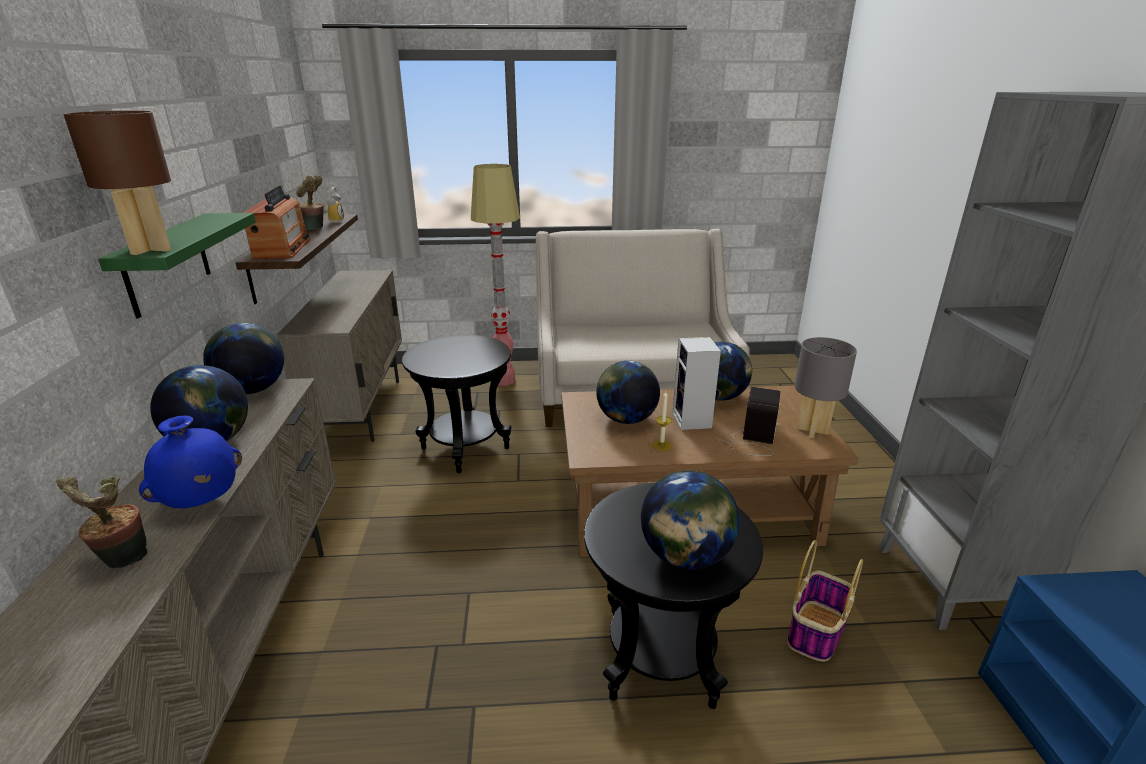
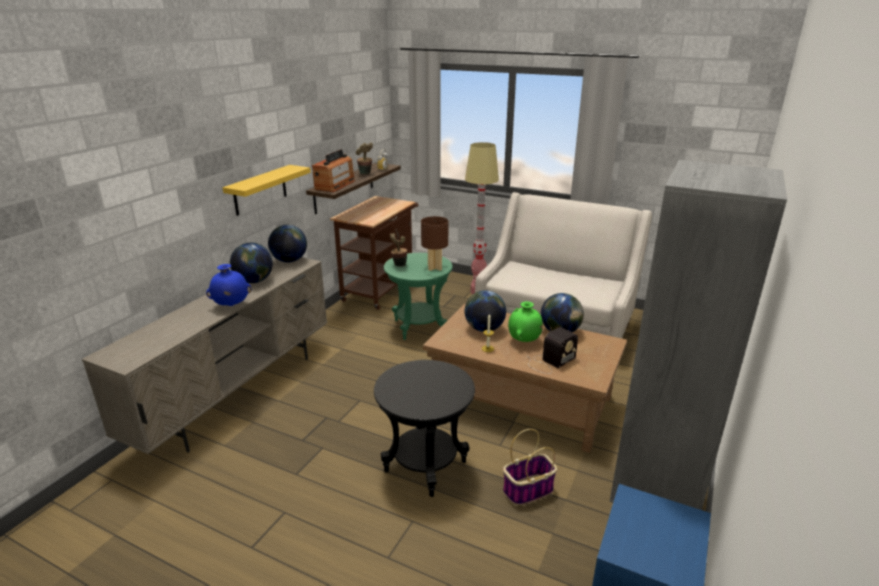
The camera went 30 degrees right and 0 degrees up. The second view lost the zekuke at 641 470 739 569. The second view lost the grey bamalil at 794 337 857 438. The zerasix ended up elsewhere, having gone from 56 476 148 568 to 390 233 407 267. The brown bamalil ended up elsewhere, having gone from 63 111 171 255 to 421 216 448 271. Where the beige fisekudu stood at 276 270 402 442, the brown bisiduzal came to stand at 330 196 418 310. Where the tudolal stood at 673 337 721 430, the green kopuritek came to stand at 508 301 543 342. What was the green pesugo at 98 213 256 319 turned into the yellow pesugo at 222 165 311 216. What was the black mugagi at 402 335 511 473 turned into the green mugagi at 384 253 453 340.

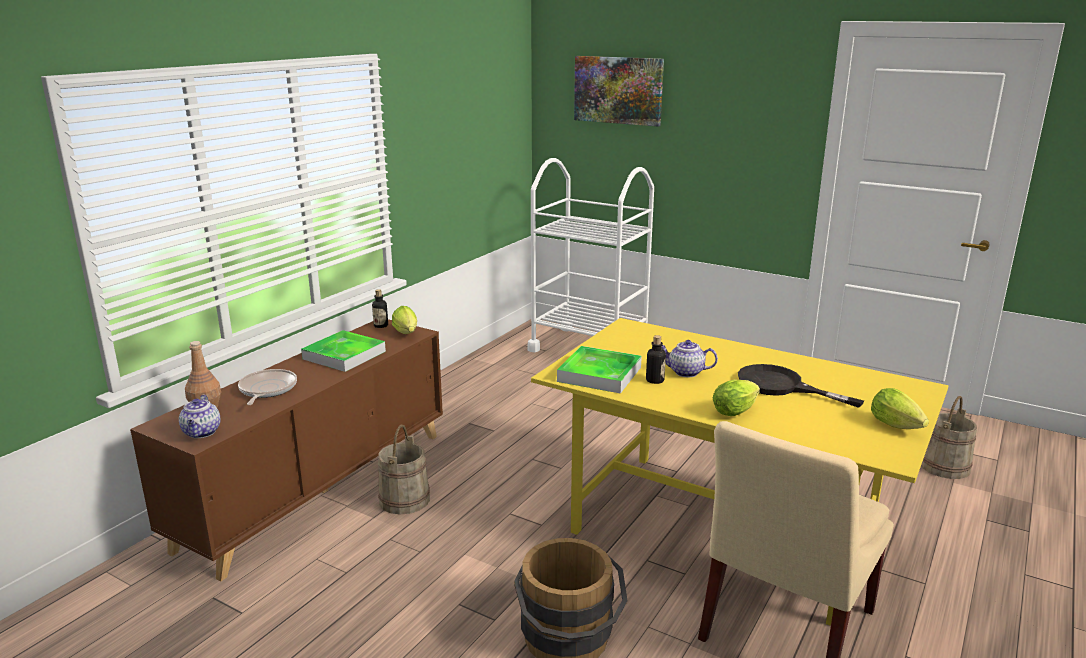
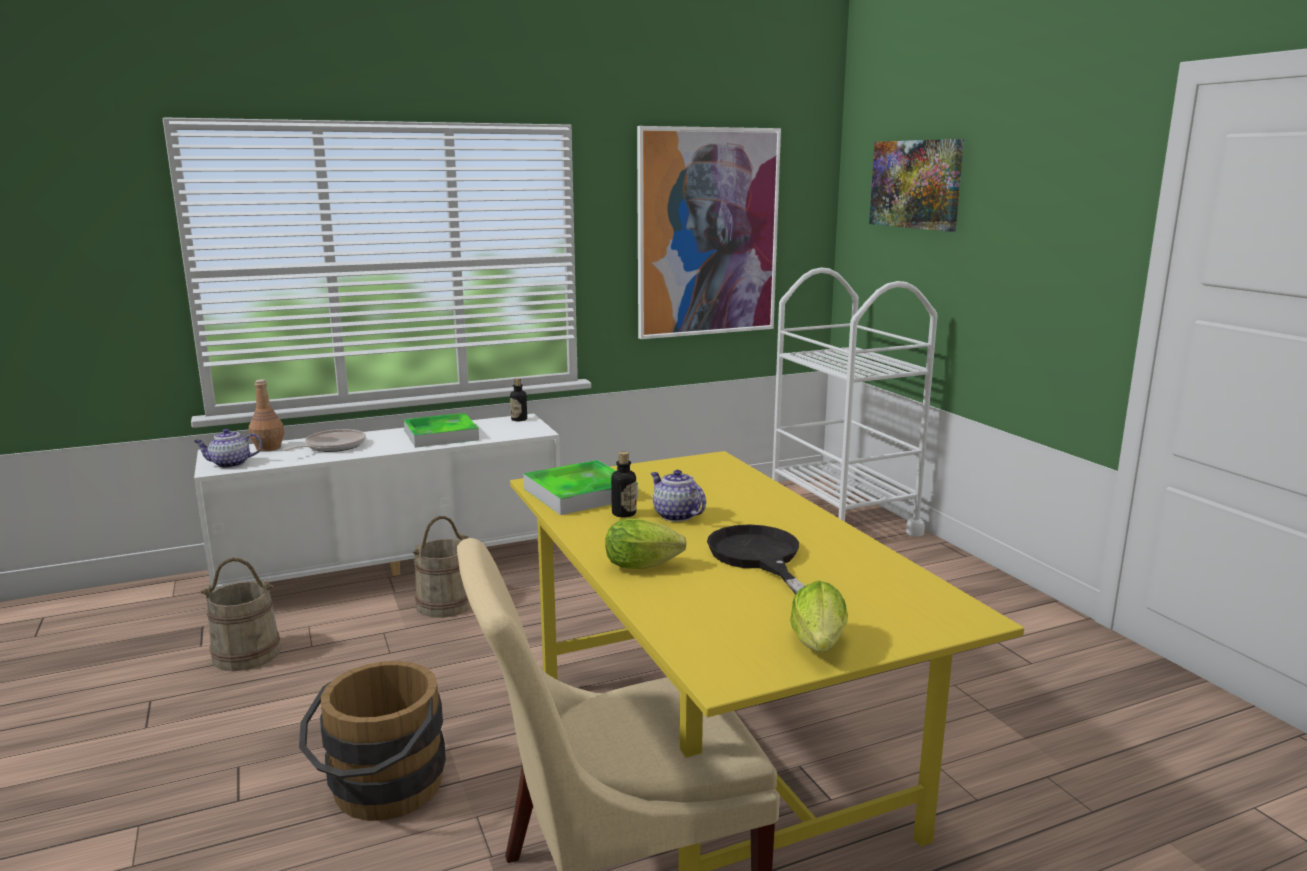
The camera went 35 degrees right and 5 degrees down. The second view lost the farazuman at 392 306 417 334. The second view gained the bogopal at 637 126 781 339. The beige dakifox ended up elsewhere, having gone from 921 396 977 479 to 201 558 281 671. What was the brown fisekudu at 130 319 443 582 turned into the white fisekudu at 194 414 560 591. The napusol at 179 395 221 438 ended up facing another way, 45 degrees clockwise from before.

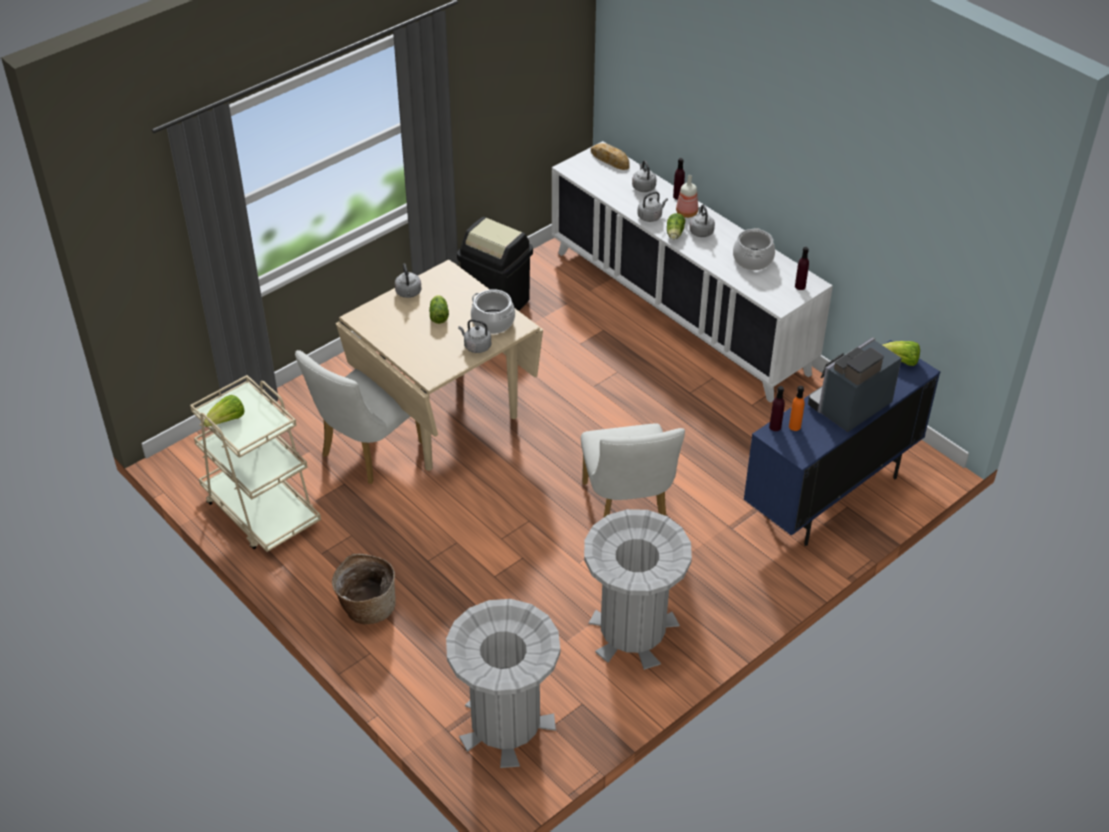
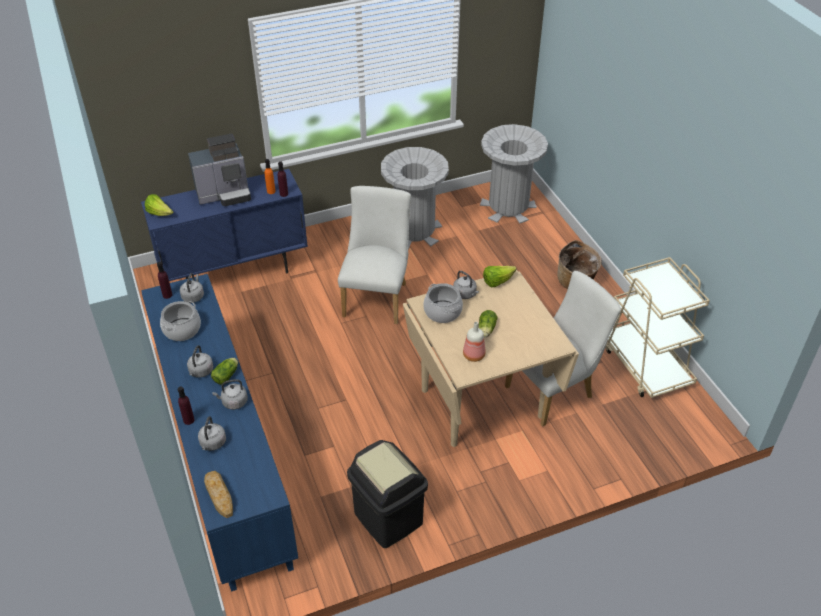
The camera went 160 degrees left and 0 degrees up. The farazuman ended up elsewhere, having gone from 204 395 244 427 to 483 266 517 287. The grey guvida ended up elsewhere, having gone from 395 263 421 298 to 180 273 204 303. The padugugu ended up elsewhere, having gone from 676 175 698 218 to 463 322 486 362. What was the white fisekudu at 552 141 833 403 turned into the blue fisekudu at 141 274 298 591.

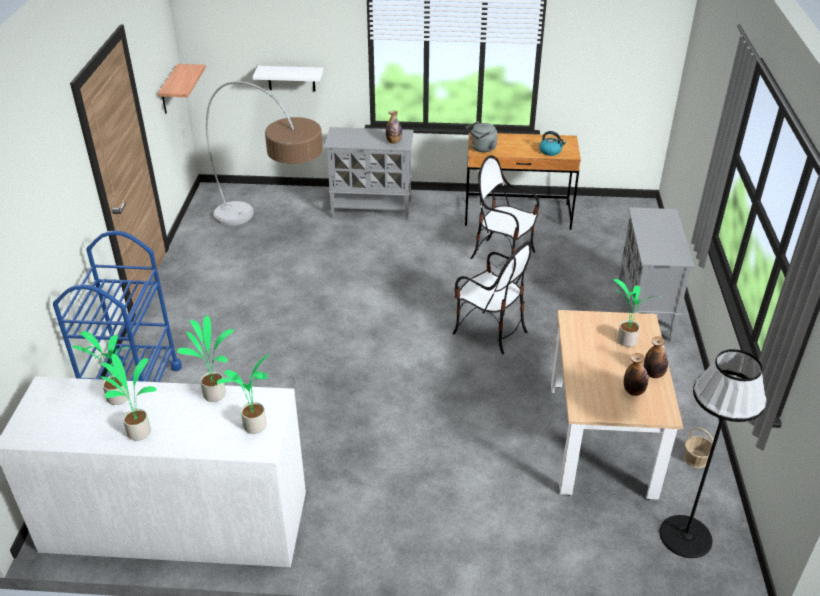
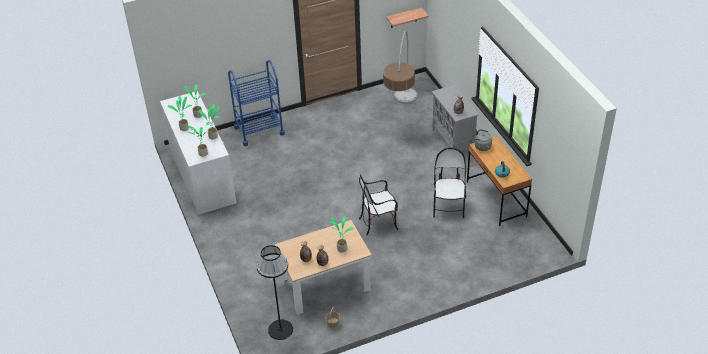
The camera went 65 degrees right and 5 degrees up. The second view lost the white pesugo at 253 66 324 91. The second view lost the grey fisekudu at 618 207 695 342. The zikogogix at 453 241 532 354 ended up facing another way, 60 degrees clockwise from before.

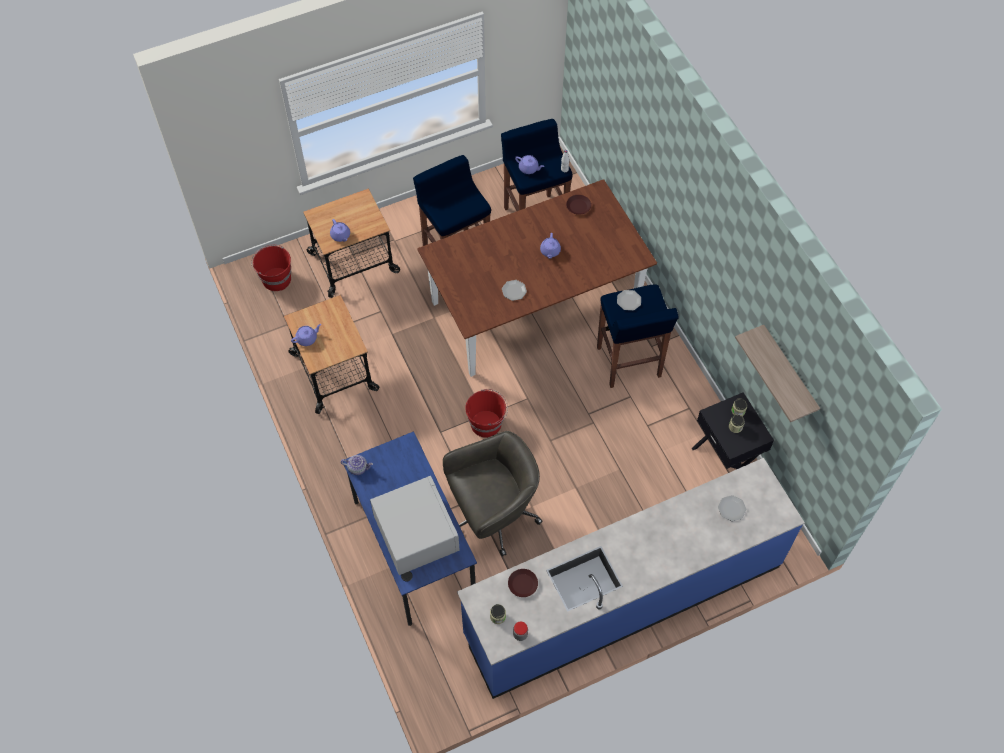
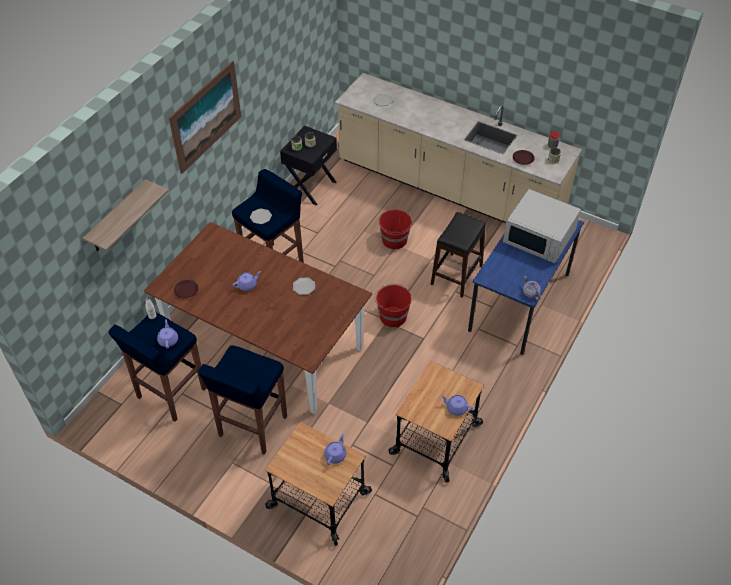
The camera went 125 degrees left and 10 degrees down. The second view gained the bogopal at 169 61 241 174. The red dakifox ended up elsewhere, having gone from 251 245 291 291 to 379 209 412 249. The pesugo ended up elsewhere, having gone from 735 325 820 422 to 83 179 169 251. Where the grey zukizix stood at 443 431 543 557, the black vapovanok came to stand at 430 212 486 298. What was the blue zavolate at 457 458 805 699 turned into the beige zavolate at 335 73 582 223. The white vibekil at 370 476 460 575 ended up facing another way, 90 degrees counterclockwise from before.

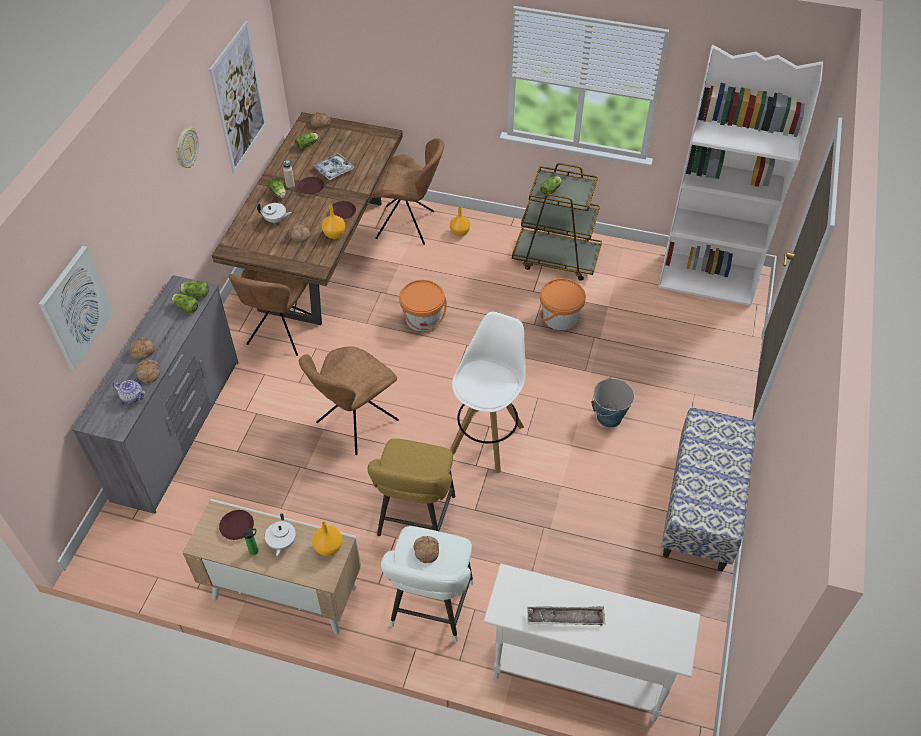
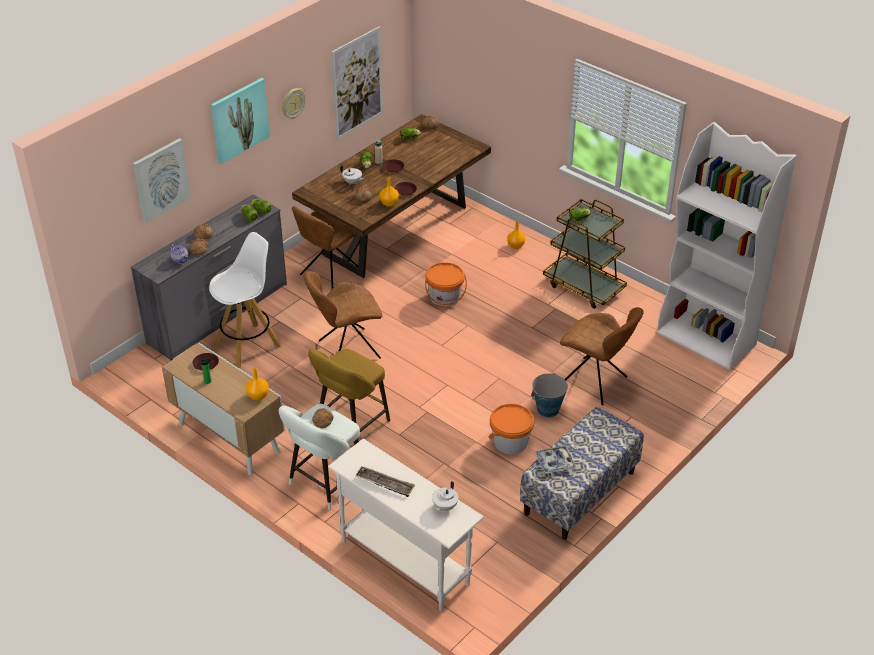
The camera went 25 degrees right and 10 degrees down. The second view gained the bogopal at 211 78 270 164. The white napusol ended up elsewhere, having gone from 265 514 296 556 to 432 481 459 512. The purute ended up elsewhere, having gone from 313 153 354 180 to 535 445 576 474. The brown zikogogix ended up elsewhere, having gone from 372 138 444 245 to 560 307 643 405. The white vapovanok ended up elsewhere, having gone from 450 312 526 473 to 209 232 282 369. The orange dakifox ended up elsewhere, having gone from 540 278 586 330 to 488 404 534 455.

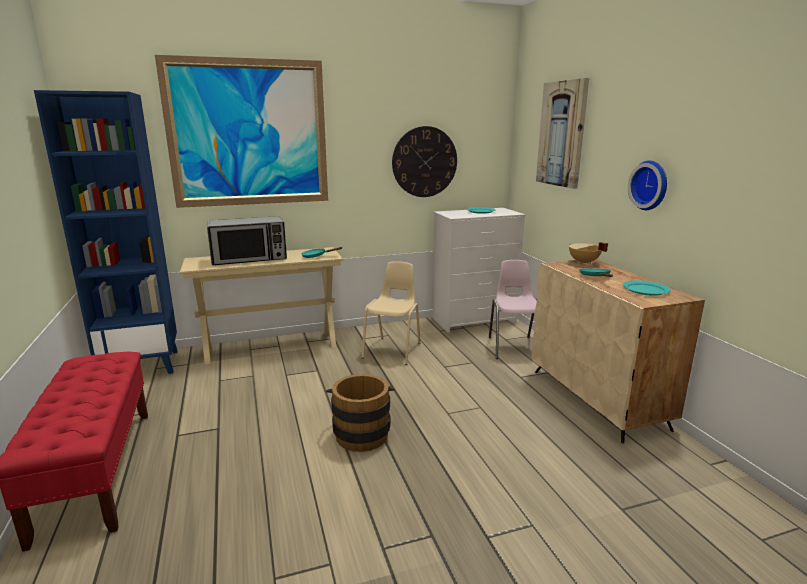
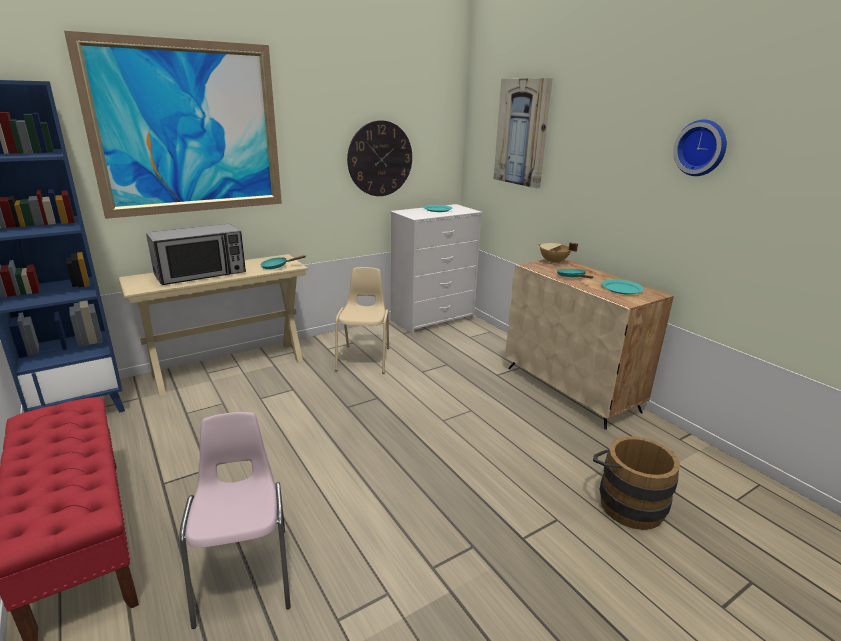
The camera went 15 degrees left and 5 degrees up. The brown dakifox ended up elsewhere, having gone from 326 374 395 452 to 593 436 680 530. The pink zikogogix ended up elsewhere, having gone from 489 260 537 359 to 180 412 291 629. The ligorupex ended up elsewhere, having gone from 628 161 667 210 to 673 119 727 176.

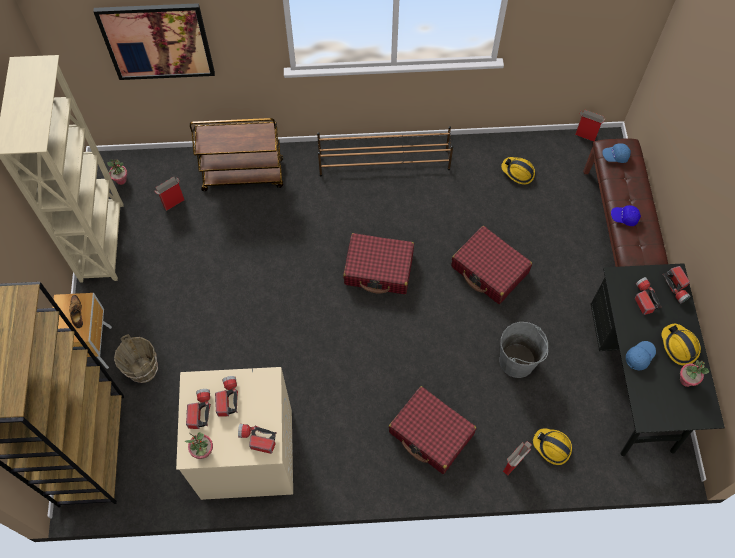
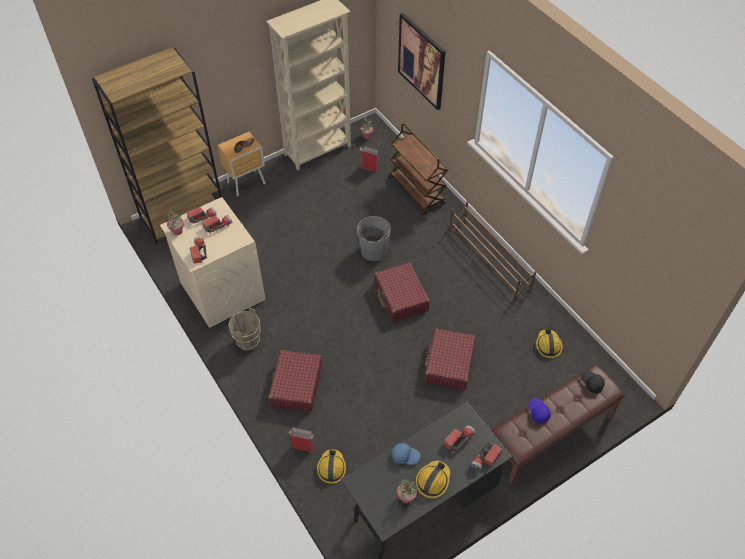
The camera went 60 degrees right and 10 degrees down. The second view lost the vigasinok at 575 109 605 141. The brown dakifox ended up elsewhere, having gone from 114 334 158 383 to 228 308 261 351. The grey dakifox ended up elsewhere, having gone from 500 322 548 378 to 357 216 391 261. What was the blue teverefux at 602 143 631 163 turned into the black teverefux at 581 370 605 393.

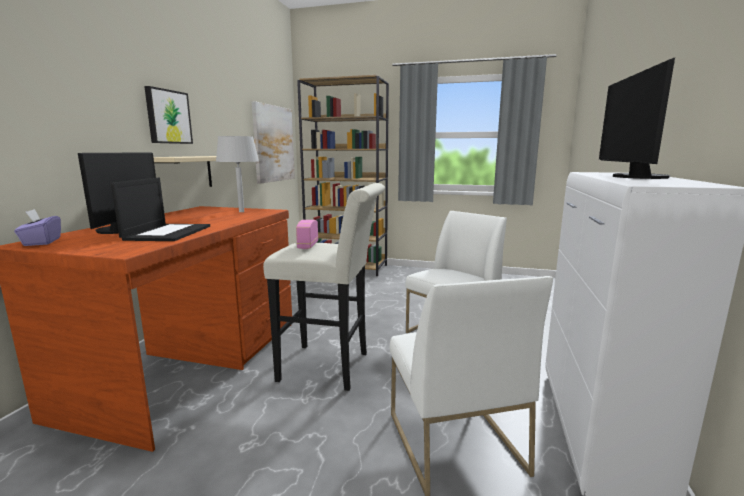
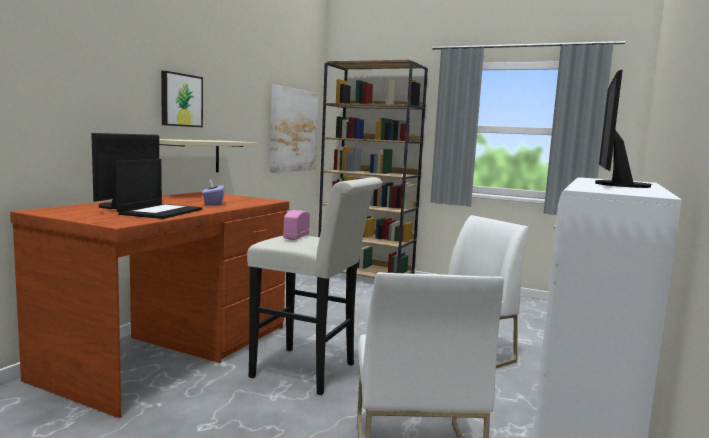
The camera went 10 degrees right and 5 degrees down. The second view lost the grey bamalil at 216 136 259 212. The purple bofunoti ended up elsewhere, having gone from 14 209 61 246 to 202 179 225 206.

